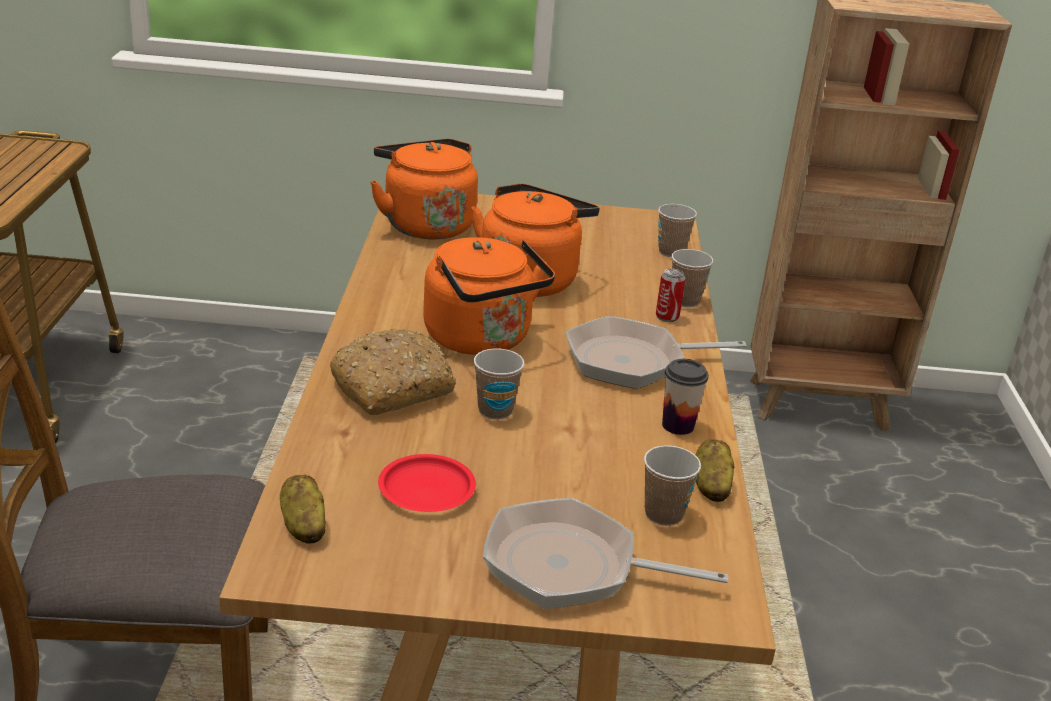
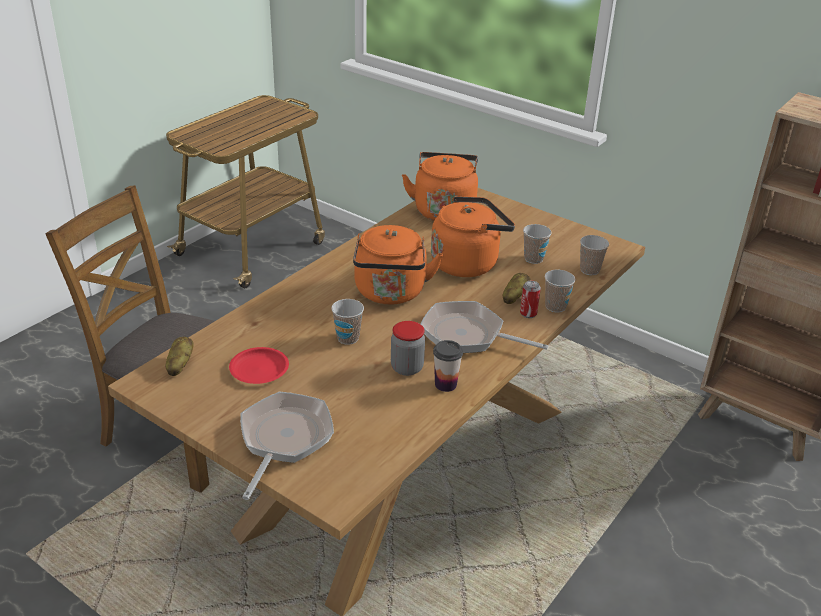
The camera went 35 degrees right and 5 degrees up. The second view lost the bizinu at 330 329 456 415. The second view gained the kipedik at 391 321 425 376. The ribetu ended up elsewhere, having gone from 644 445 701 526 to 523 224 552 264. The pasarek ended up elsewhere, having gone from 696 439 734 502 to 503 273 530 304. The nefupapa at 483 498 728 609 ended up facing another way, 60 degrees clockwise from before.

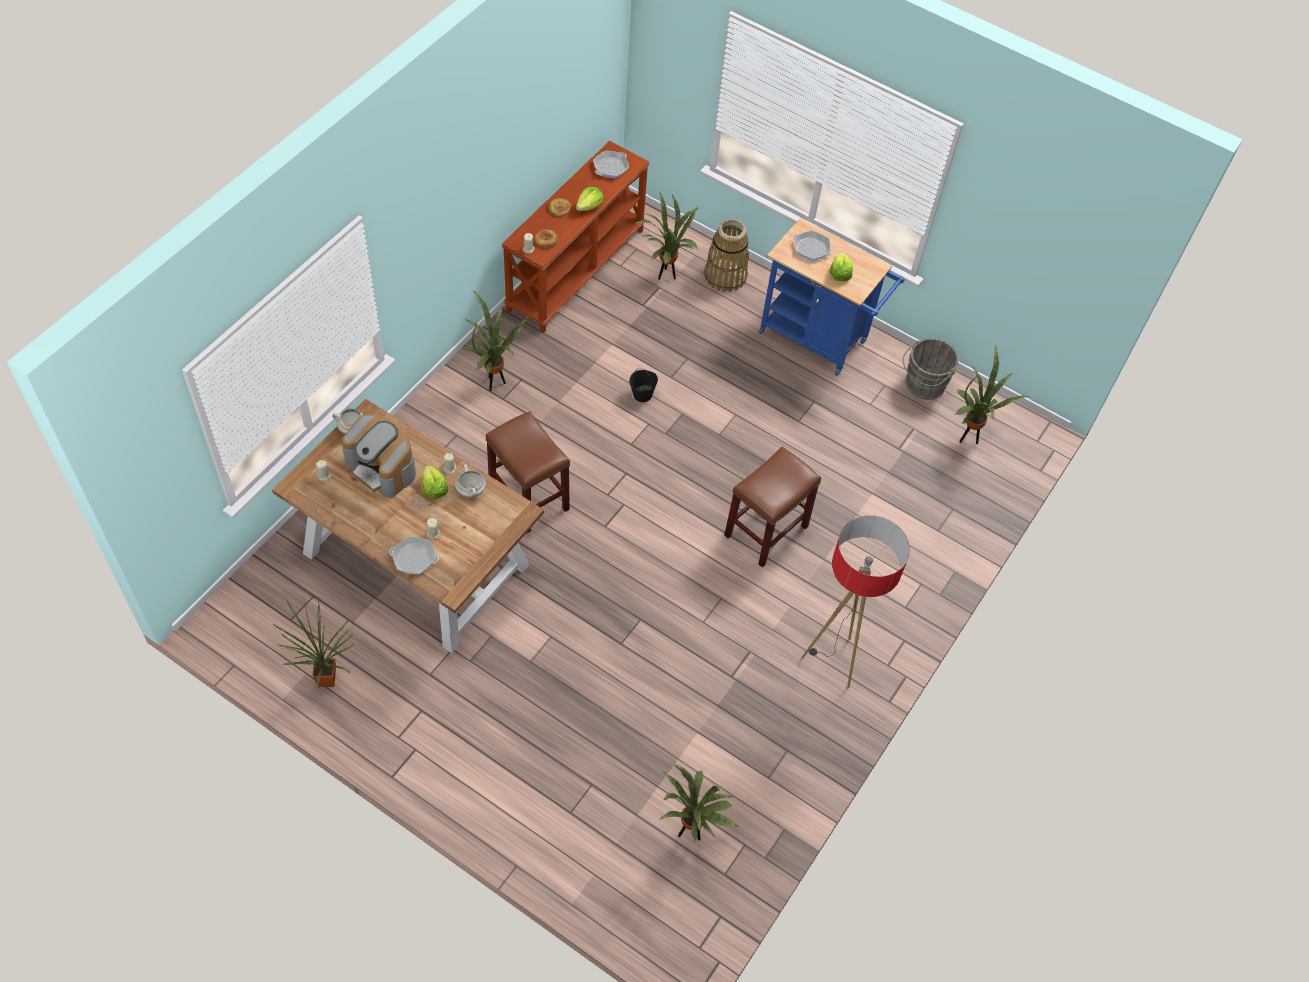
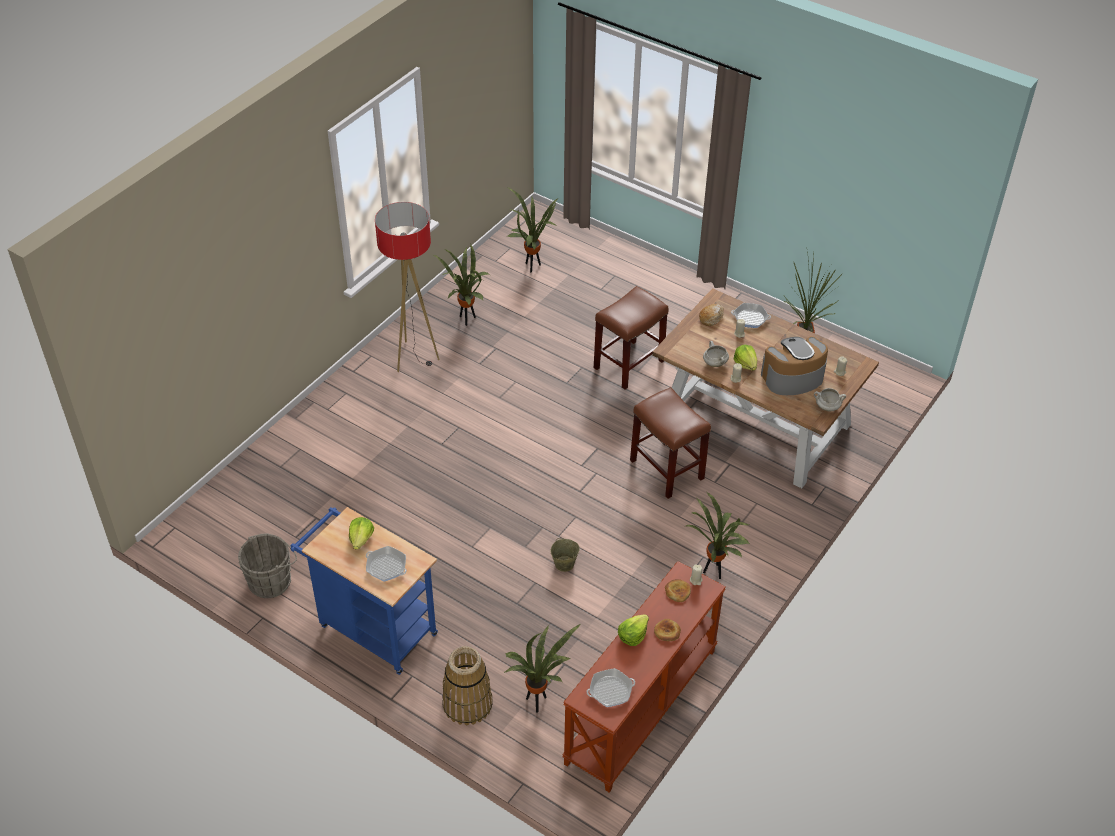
The camera went 175 degrees left and 10 degrees down. The second view gained the bizinu at 699 304 724 326. The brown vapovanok ended up elsewhere, having gone from 724 446 821 568 to 594 286 669 390. The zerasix ended up elsewhere, having gone from 954 344 1029 444 to 433 243 490 326. What was the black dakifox at 629 368 658 402 turned into the beige dakifox at 550 538 579 572. The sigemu at 342 414 416 498 ended up facing another way, 60 degrees counterclockwise from before. The nefupapa at 593 150 629 178 ended up facing another way, 150 degrees counterclockwise from before.

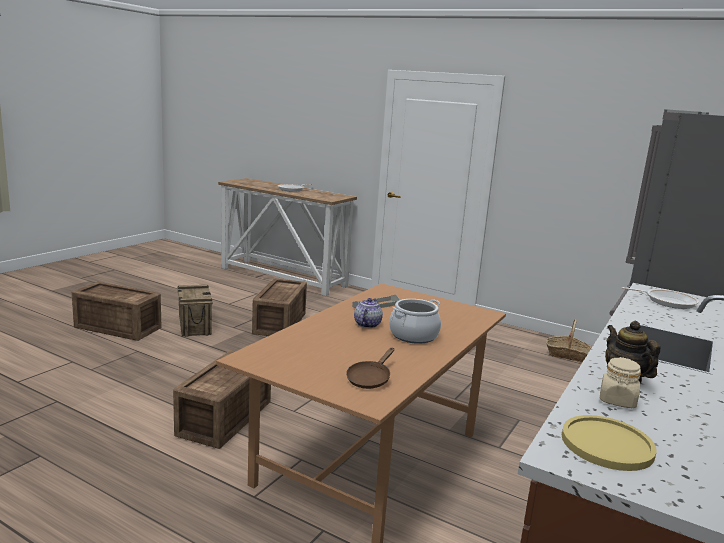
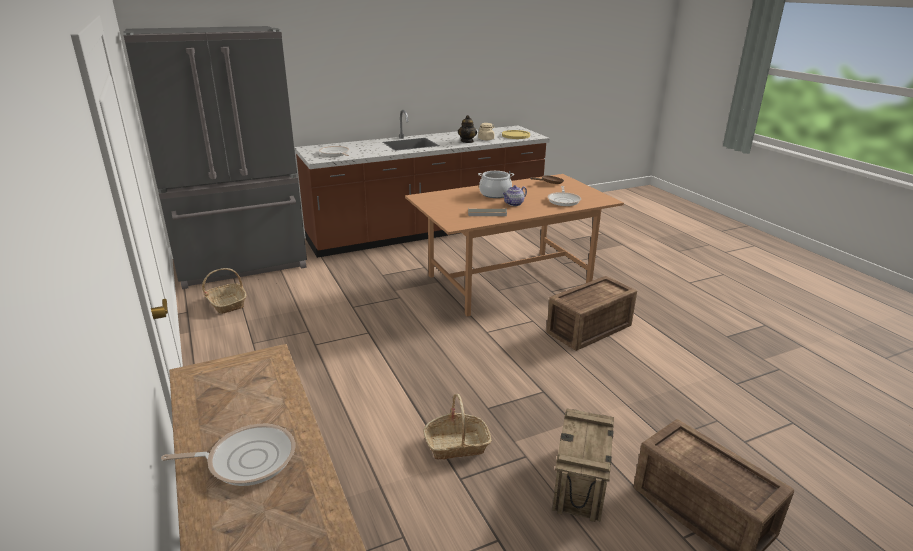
The camera went 145 degrees left and 10 degrees up. The second view gained the nefupapa at 548 186 581 206. Where the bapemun stood at 252 279 307 336, the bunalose came to stand at 423 394 492 460.

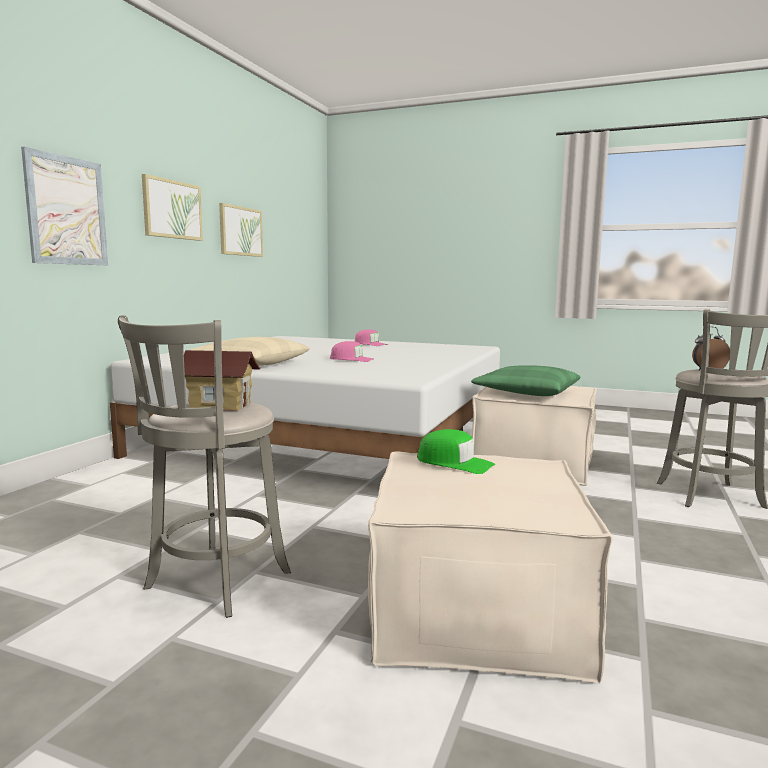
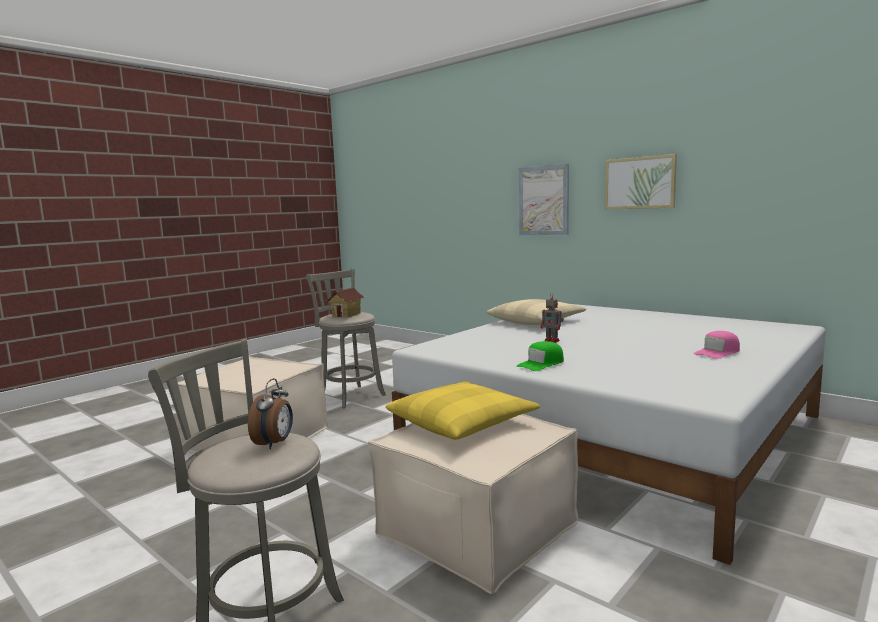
The camera went 110 degrees right and 0 degrees up. The second view lost the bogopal at 219 203 263 257. The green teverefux ended up elsewhere, having gone from 417 429 495 474 to 516 341 564 371. Where the pink teverefux stood at 330 341 373 362, the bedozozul came to stand at 541 293 564 343. What was the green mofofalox at 471 365 580 396 turned into the yellow mofofalox at 385 381 540 440.

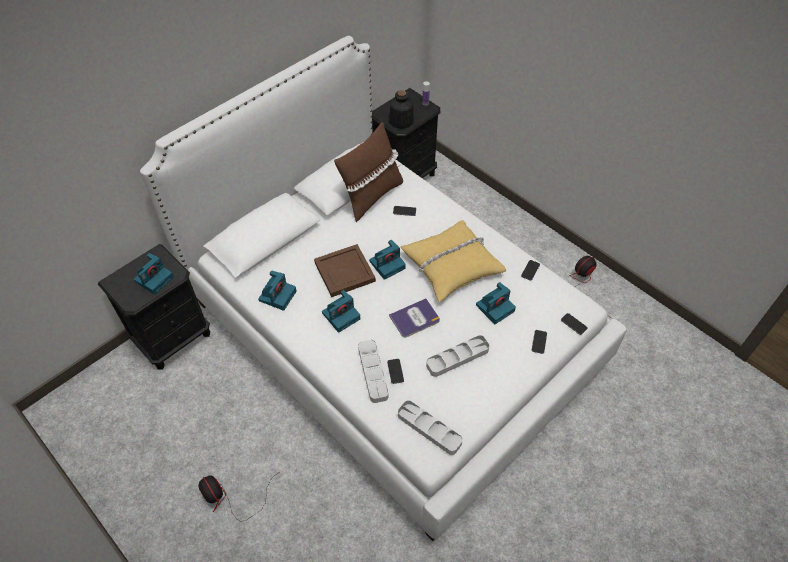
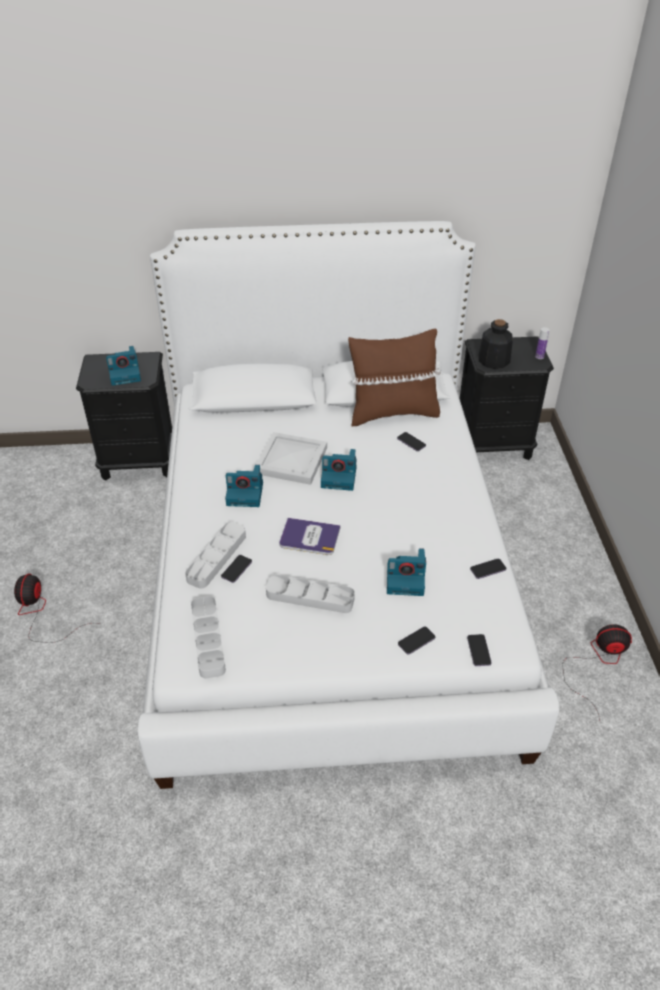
The camera went 40 degrees right and 10 degrees down. The second view lost the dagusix at 258 270 297 311. The second view lost the yellow mofofalox at 401 220 506 302. What was the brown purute at 314 244 376 297 turned into the white purute at 256 432 327 485.

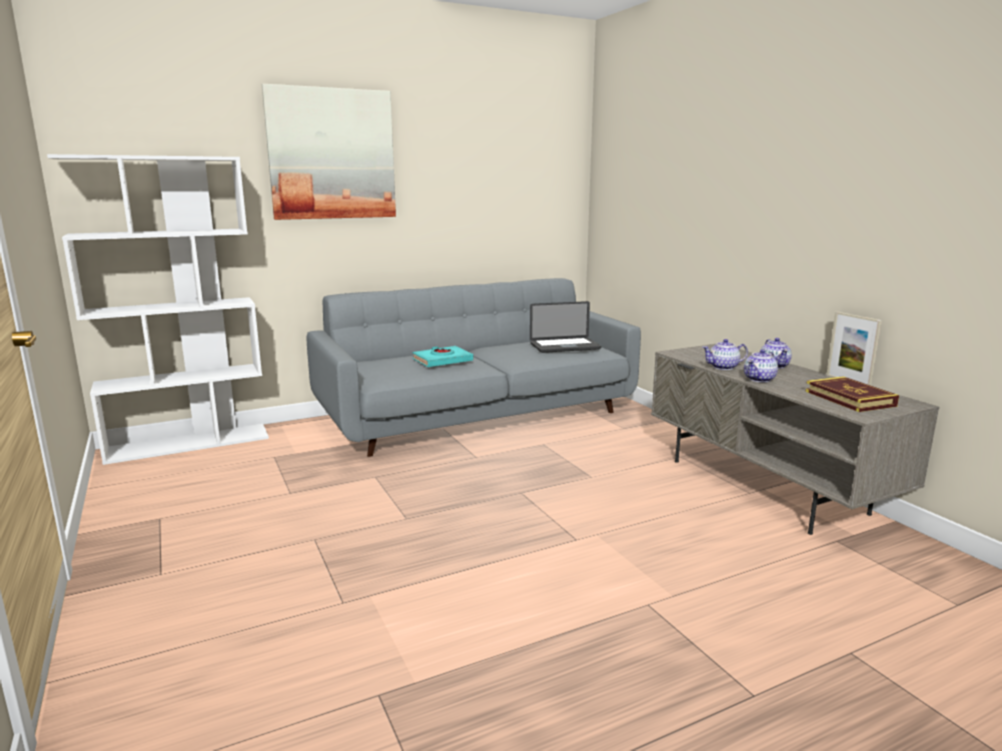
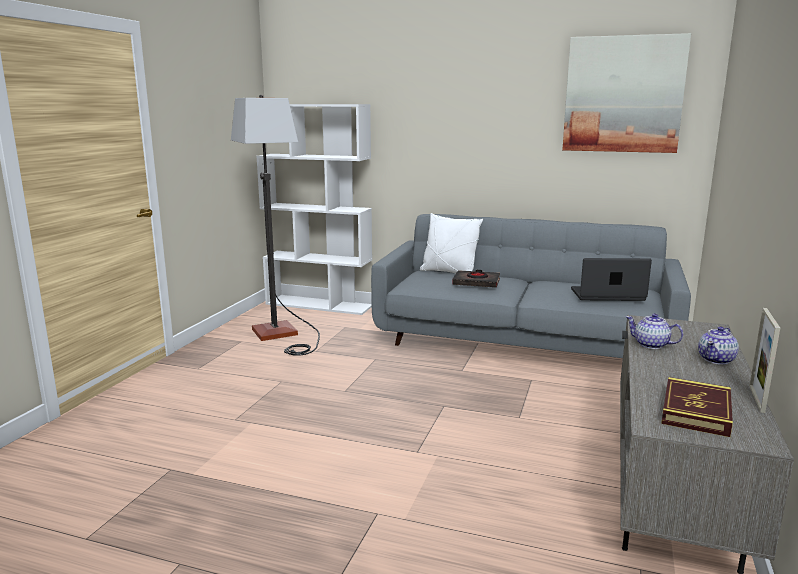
The camera went 45 degrees right and 0 degrees up. The second view lost the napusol at 744 349 778 382. The second view gained the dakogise at 231 95 320 356. The second view gained the white mofofalox at 420 213 483 273. The bogopal ended up elsewhere, having gone from 261 84 396 220 to 562 33 691 153. What was the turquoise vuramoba at 412 346 473 367 turned into the black vuramoba at 452 270 500 288. The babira at 530 301 601 353 ended up facing another way, 150 degrees clockwise from before.

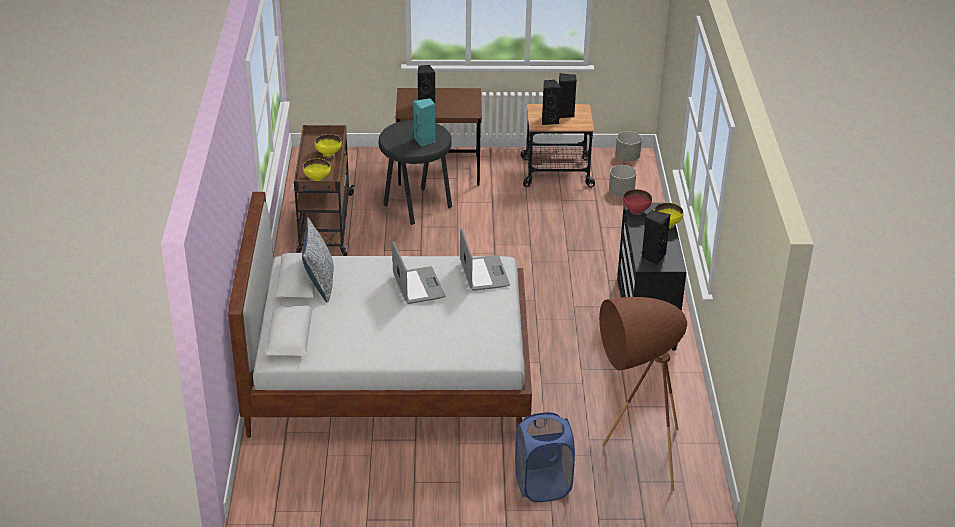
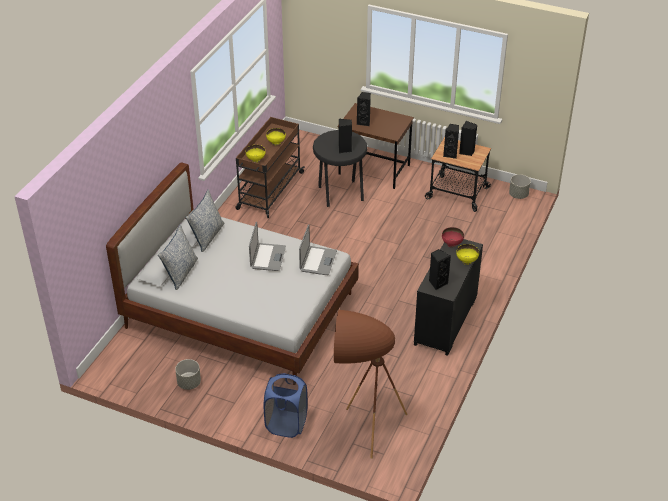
The camera went 25 degrees right and 5 degrees up. The second view gained the mofofalox at 158 225 198 290. The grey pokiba ended up elsewhere, having gone from 609 165 636 196 to 175 359 201 390. What was the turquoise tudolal at 413 98 435 147 turned into the black tudolal at 339 119 352 153.

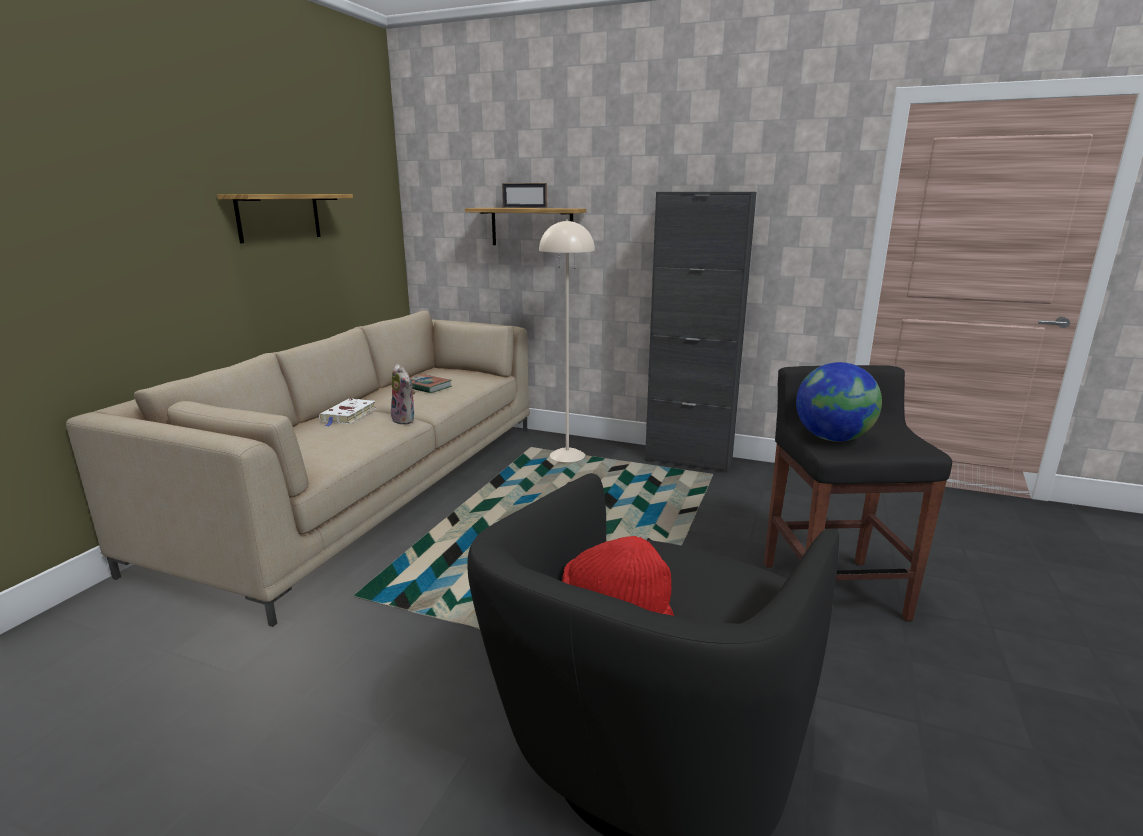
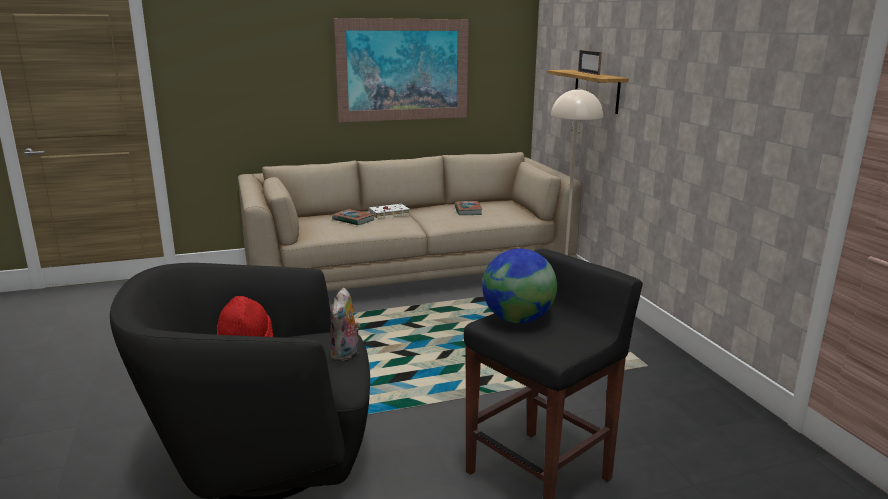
The camera went 50 degrees right and 0 degrees up. The second view lost the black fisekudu at 645 192 756 473. The second view gained the vuramoba at 332 209 375 225. The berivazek ended up elsewhere, having gone from 391 364 415 425 to 330 288 360 361. Where the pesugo hung at 217 194 353 243, the bogopal came to hang at 334 18 469 122.

